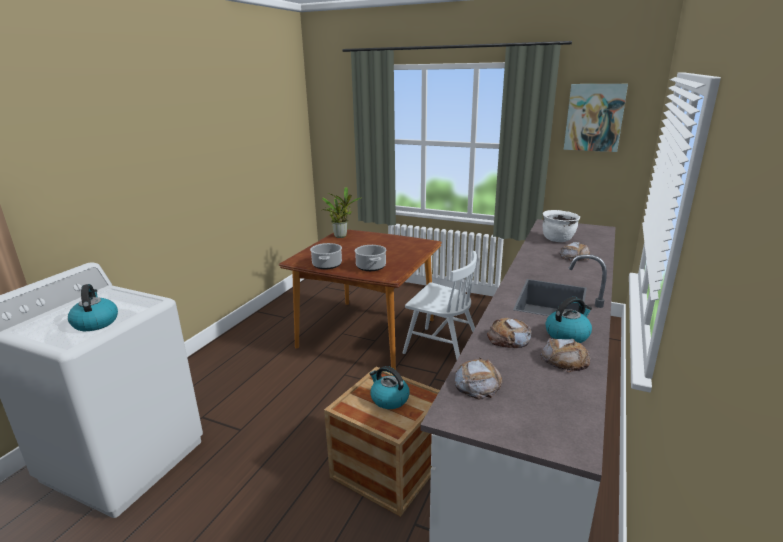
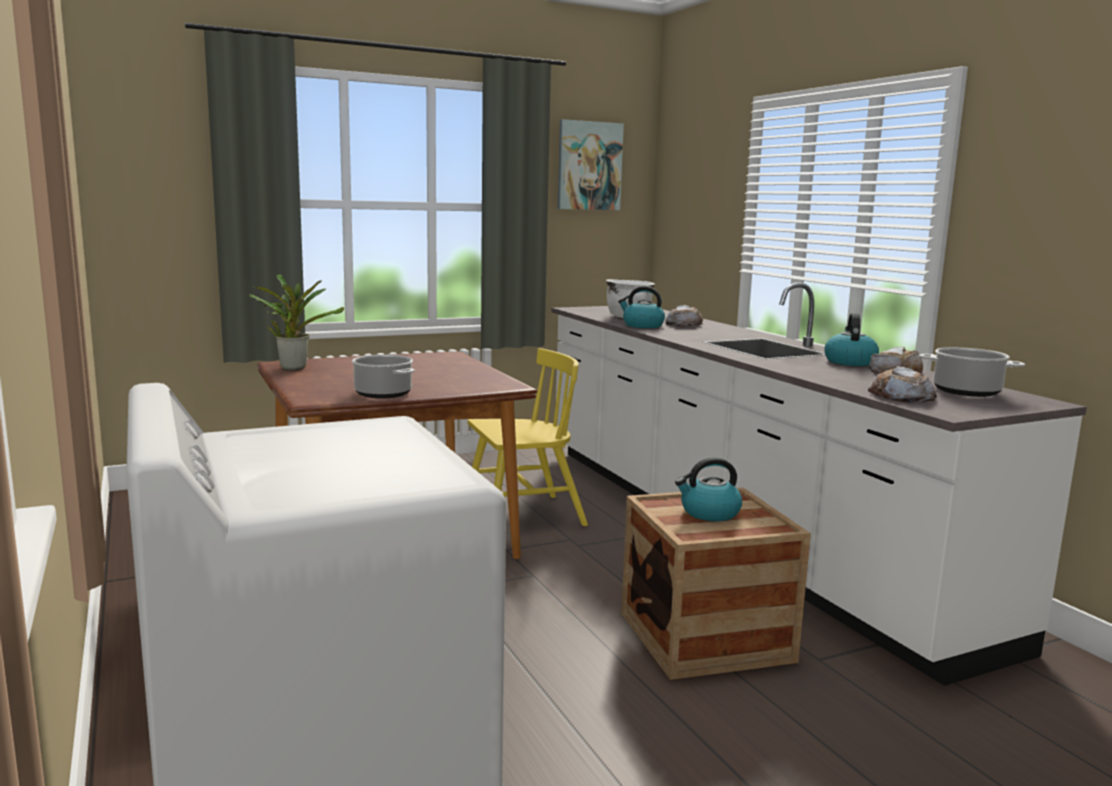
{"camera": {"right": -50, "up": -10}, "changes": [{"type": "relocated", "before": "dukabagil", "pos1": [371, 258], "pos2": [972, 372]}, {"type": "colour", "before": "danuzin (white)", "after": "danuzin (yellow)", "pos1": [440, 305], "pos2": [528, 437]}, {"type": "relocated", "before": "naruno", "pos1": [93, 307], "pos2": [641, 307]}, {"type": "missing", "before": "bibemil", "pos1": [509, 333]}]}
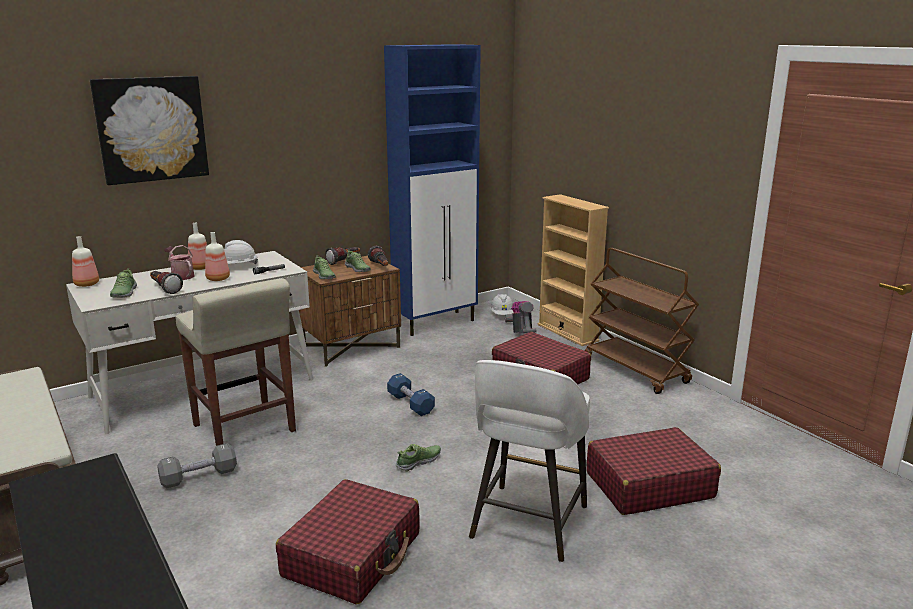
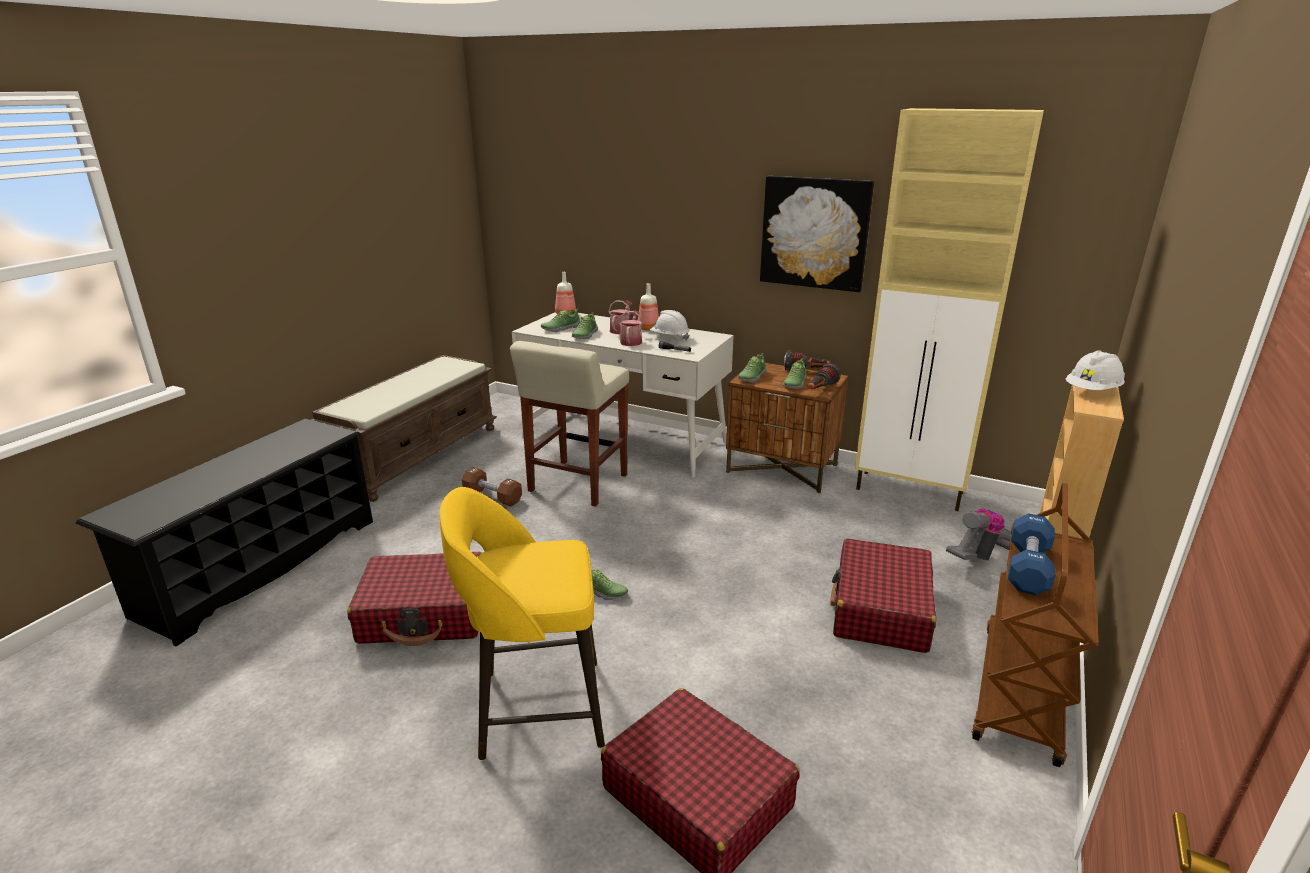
{"camera": {"right": 60, "up": 5}, "changes": [{"type": "colour", "before": "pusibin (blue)", "after": "pusibin (beige)", "pos1": [432, 190], "pos2": [949, 309]}, {"type": "relocated", "before": "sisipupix", "pos1": [149, 130], "pos2": [817, 234]}, {"type": "exchanged", "before": "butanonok", "after": "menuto", "pos1": [217, 256], "pos2": [631, 328]}, {"type": "exchanged", "before": "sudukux", "after": "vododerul", "pos1": [166, 282], "pos2": [585, 326]}, {"type": "relocated", "before": "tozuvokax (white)", "pos1": [502, 304], "pos2": [1095, 370]}, {"type": "colour", "before": "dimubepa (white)", "after": "dimubepa (yellow)", "pos1": [529, 461], "pos2": [522, 623]}, {"type": "relocated", "before": "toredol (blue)", "pos1": [411, 394], "pos2": [1031, 554]}, {"type": "colour", "before": "toredol (grey)", "after": "toredol (brown)", "pos1": [197, 466], "pos2": [492, 486]}]}
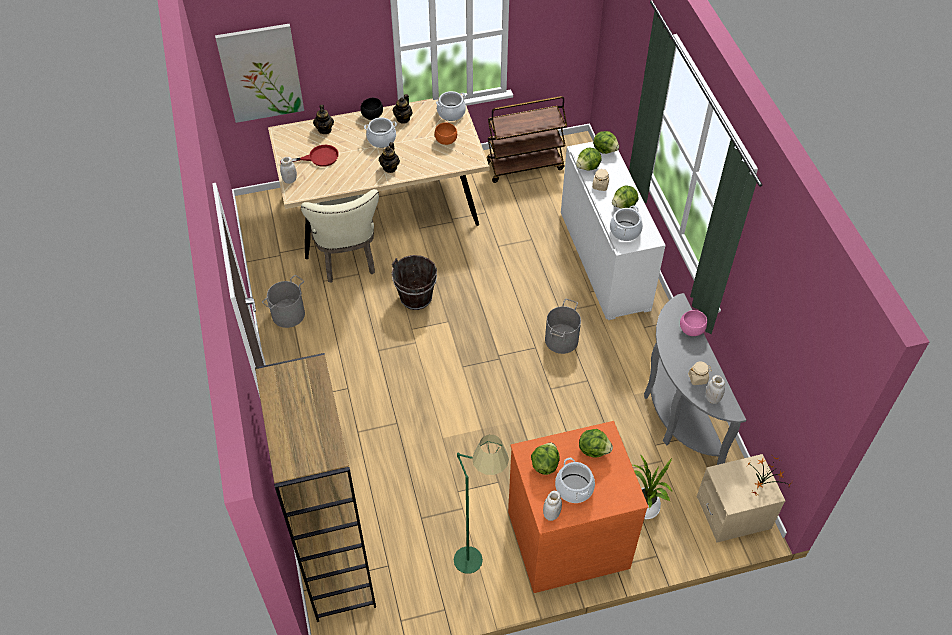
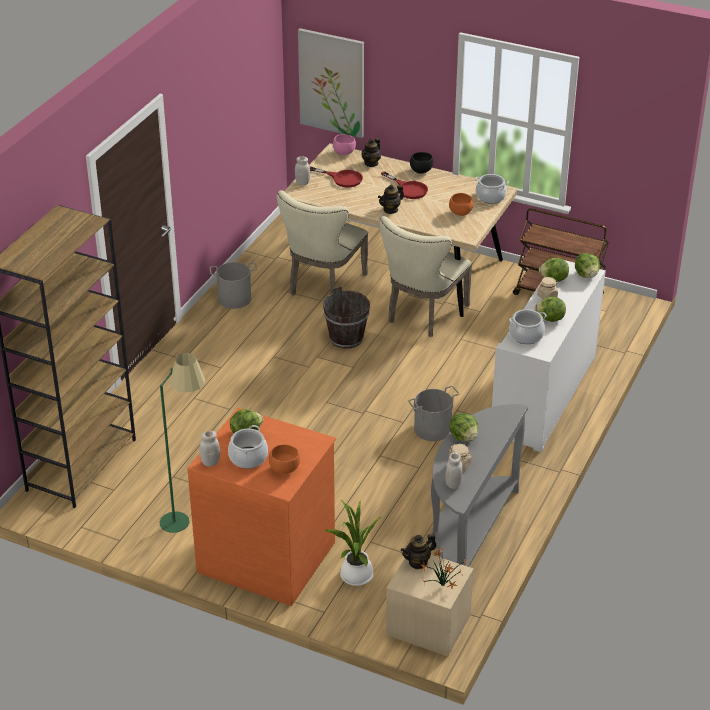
{"camera": {"right": 40, "up": -15}, "changes": [{"type": "relocated", "before": "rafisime", "pos1": [403, 109], "pos2": [419, 551]}, {"type": "exchanged", "before": "dukabagil", "after": "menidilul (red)", "pos1": [380, 132], "pos2": [404, 185]}, {"type": "relocated", "before": "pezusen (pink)", "pos1": [693, 323], "pos2": [344, 144]}, {"type": "relocated", "before": "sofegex", "pos1": [596, 443], "pos2": [463, 427]}, {"type": "appeared", "after": "danuzin (beige)", "pos2": [425, 276]}, {"type": "appeared", "after": "pezusen (orange)", "pos2": [284, 459]}]}
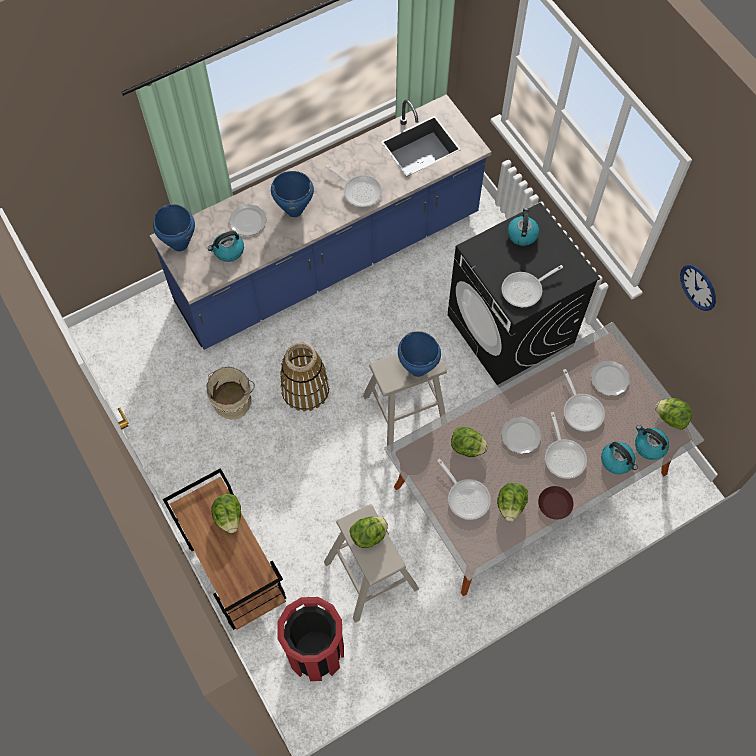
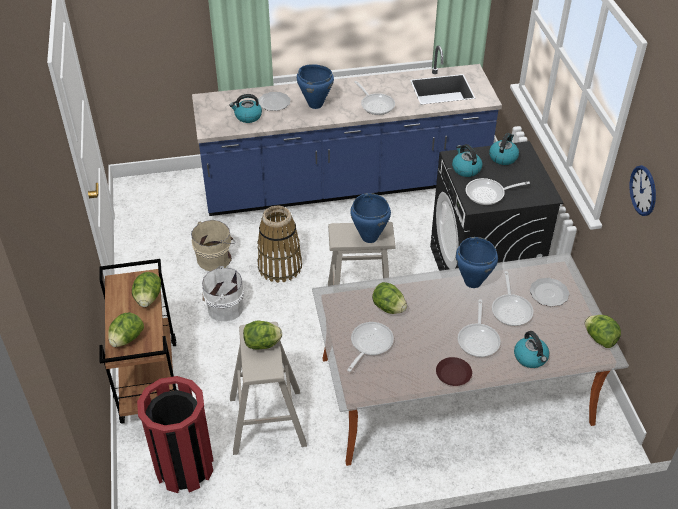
{"camera": {"right": 20, "up": -20}, "changes": [{"type": "relocated", "before": "dukabagil (blue)", "pos1": [174, 227], "pos2": [477, 262]}, {"type": "missing", "before": "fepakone", "pos1": [521, 435]}, {"type": "relocated", "before": "naruno", "pos1": [652, 442], "pos2": [467, 160]}, {"type": "spun", "before": "menidilul", "pos1": [464, 489], "pos2": [370, 347], "turn": -135}, {"type": "relocated", "before": "sofegex", "pos1": [512, 502], "pos2": [126, 329]}, {"type": "appeared", "after": "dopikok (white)", "pos2": [223, 293]}]}
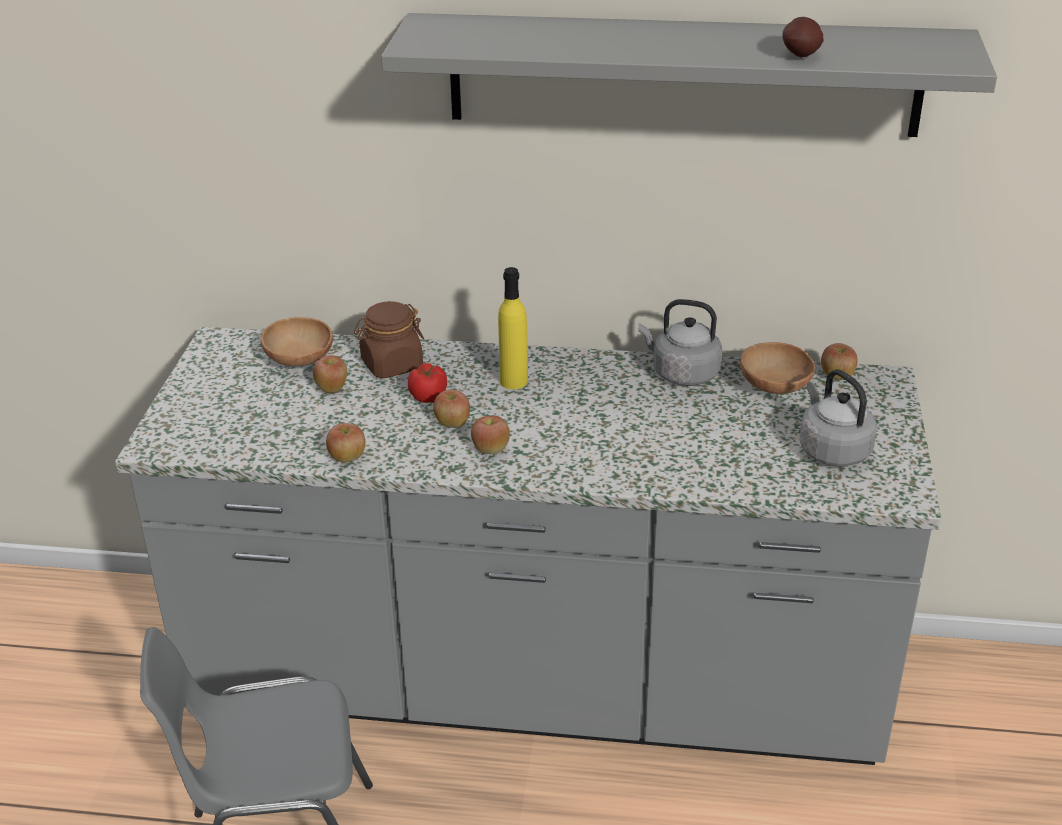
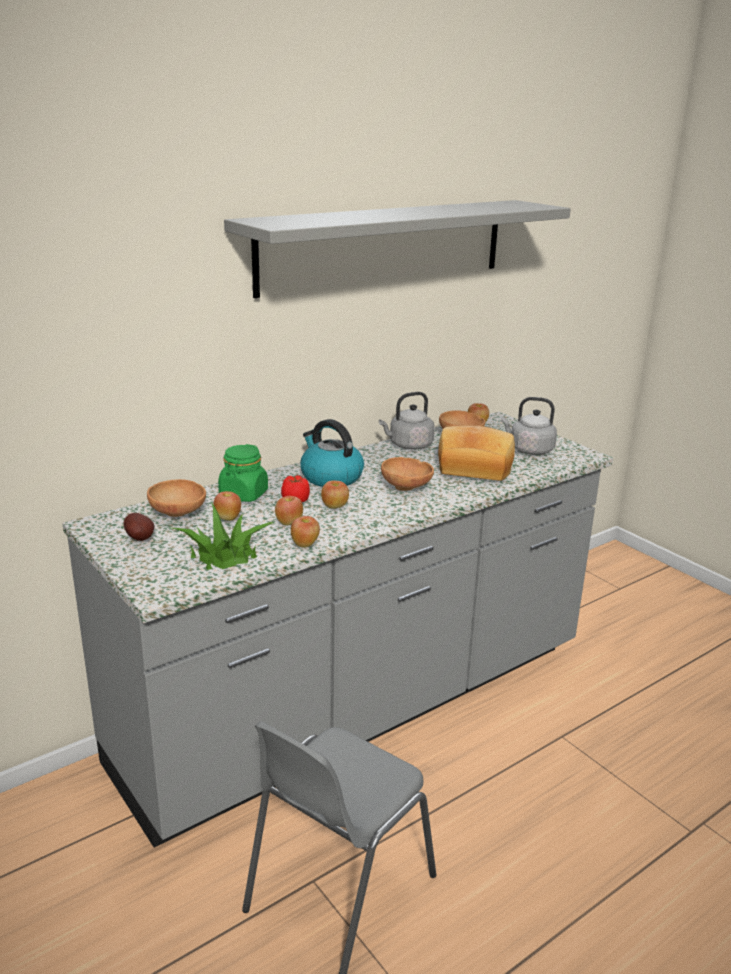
{"camera": {"right": -45, "up": -10}, "changes": [{"type": "relocated", "before": "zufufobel", "pos1": [803, 37], "pos2": [139, 527]}, {"type": "exchanged", "before": "butanonok (yellow)", "after": "naruno", "pos1": [513, 328], "pos2": [332, 453]}, {"type": "colour", "before": "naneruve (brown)", "after": "naneruve (green)", "pos1": [389, 339], "pos2": [243, 473]}, {"type": "relocated", "before": "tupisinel", "pos1": [490, 434], "pos2": [289, 510]}, {"type": "appeared", "after": "bibemil", "pos2": [476, 453]}, {"type": "appeared", "after": "pezusen (brown)", "pos2": [407, 474]}, {"type": "appeared", "after": "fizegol", "pos2": [223, 536]}]}
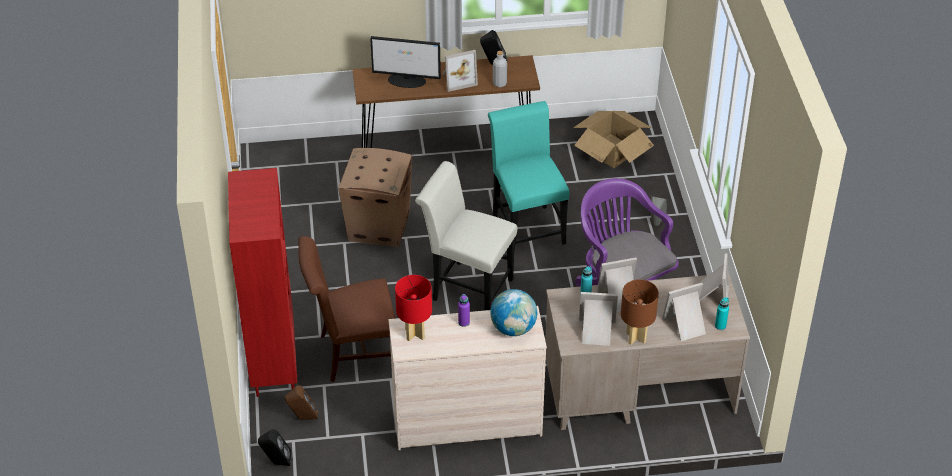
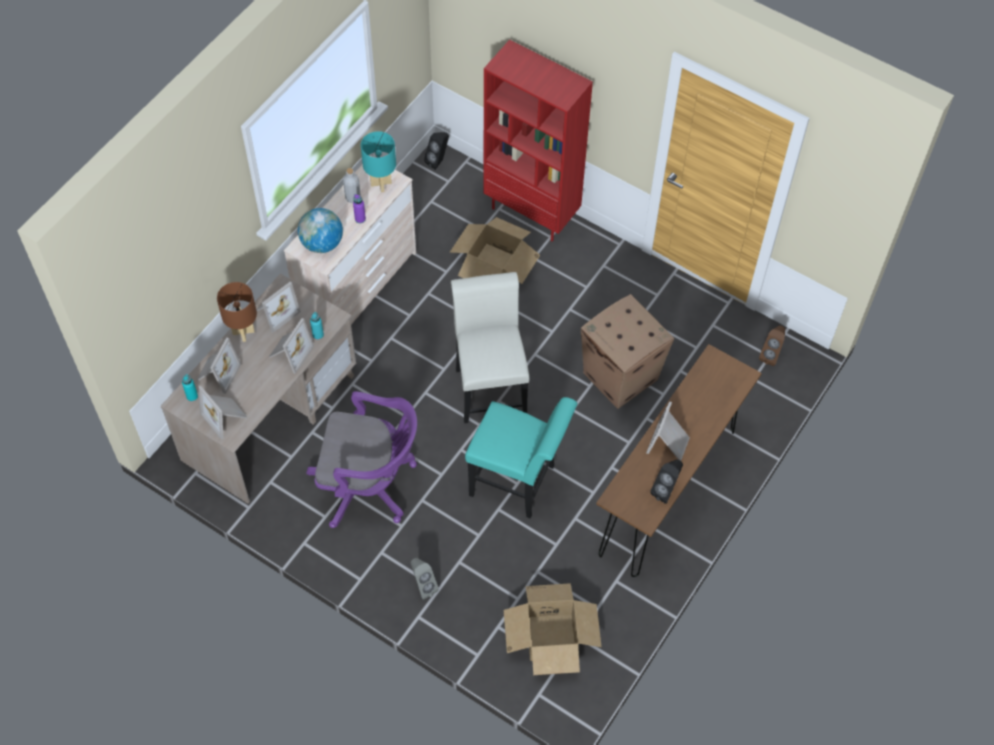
{"camera": {"right": 130, "up": 15}, "changes": [{"type": "missing", "before": "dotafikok", "pos1": [405, 62]}, {"type": "relocated", "before": "butanonok (grey)", "pos1": [500, 69], "pos2": [352, 185]}, {"type": "spun", "before": "danuzin (white)", "pos1": [466, 235], "pos2": [490, 347], "turn": -75}, {"type": "exchanged", "before": "danuzin (brown)", "after": "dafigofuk", "pos1": [347, 309], "pos2": [494, 250]}, {"type": "colour", "before": "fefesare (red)", "after": "fefesare (turquoise)", "pos1": [413, 308], "pos2": [378, 161]}, {"type": "relocated", "before": "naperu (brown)", "pos1": [301, 402], "pos2": [772, 346]}]}
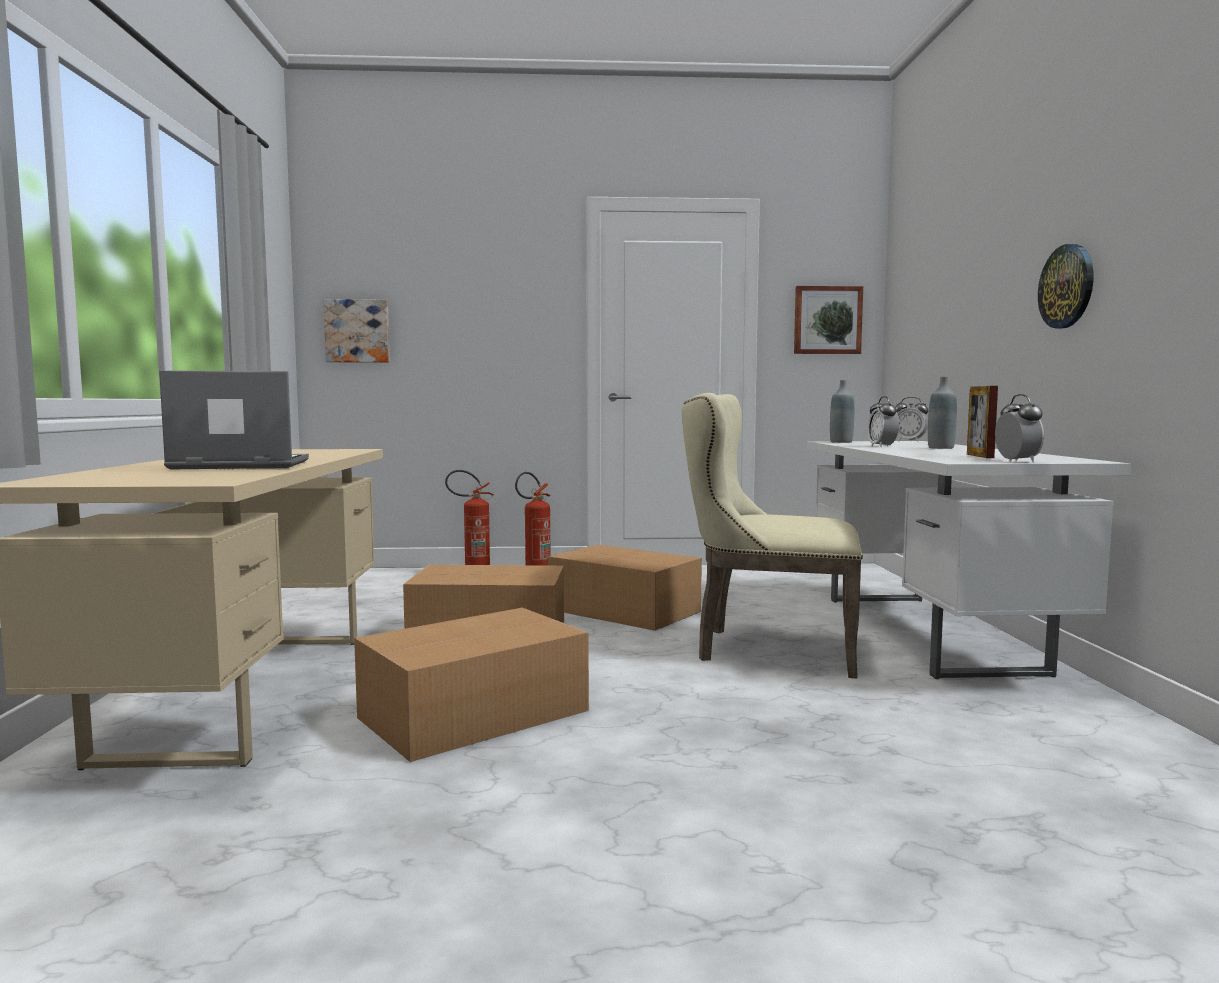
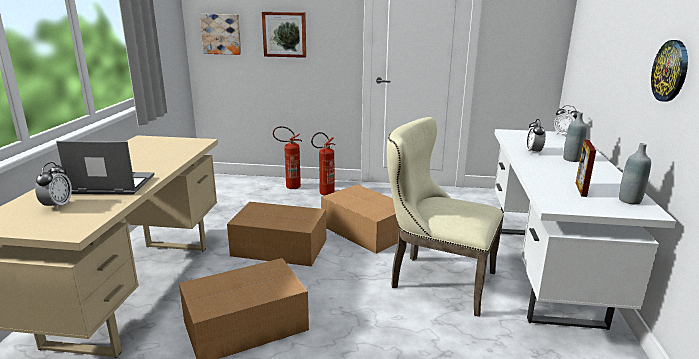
{"camera": {"right": 10, "up": 15}, "changes": [{"type": "relocated", "before": "sisipupix", "pos1": [828, 320], "pos2": [284, 35]}, {"type": "relocated", "before": "butanonok (grey)", "pos1": [842, 411], "pos2": [635, 174]}, {"type": "relocated", "before": "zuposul", "pos1": [1019, 428], "pos2": [53, 186]}]}
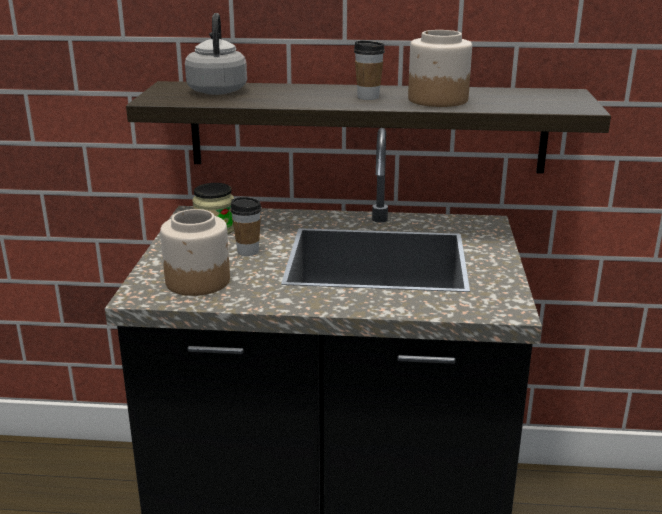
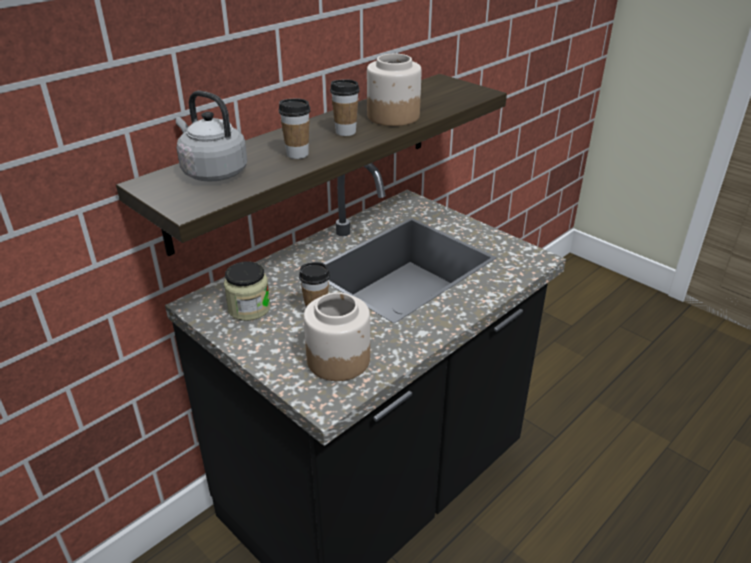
{"camera": {"right": -50, "up": 10}, "changes": [{"type": "appeared", "after": "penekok", "pos2": [294, 128]}]}
